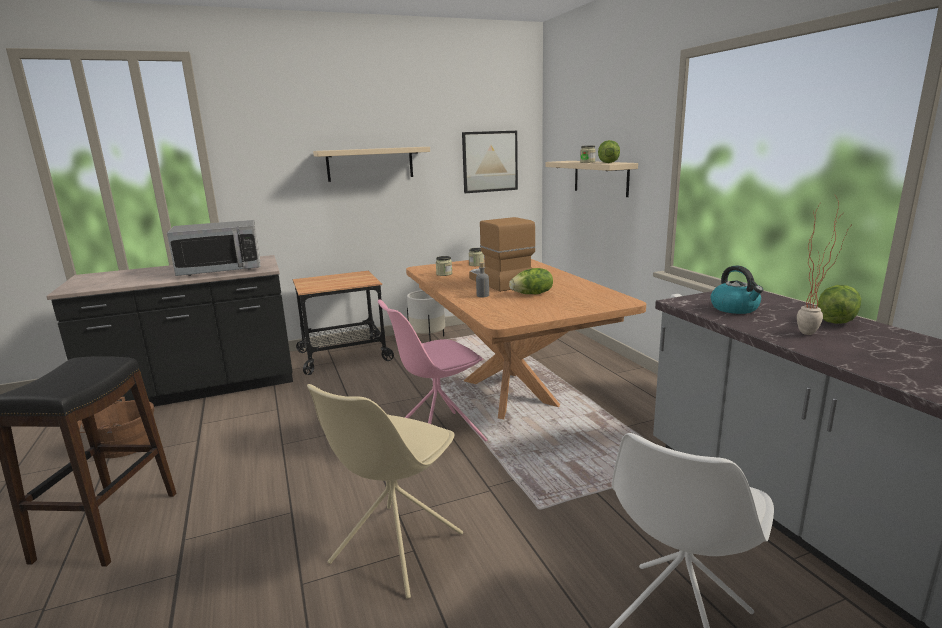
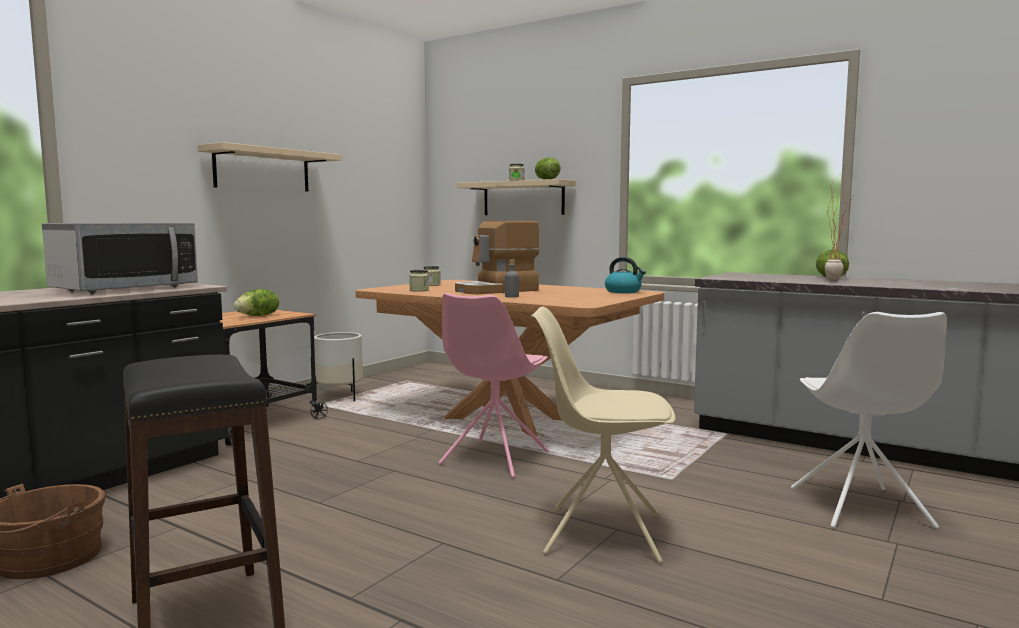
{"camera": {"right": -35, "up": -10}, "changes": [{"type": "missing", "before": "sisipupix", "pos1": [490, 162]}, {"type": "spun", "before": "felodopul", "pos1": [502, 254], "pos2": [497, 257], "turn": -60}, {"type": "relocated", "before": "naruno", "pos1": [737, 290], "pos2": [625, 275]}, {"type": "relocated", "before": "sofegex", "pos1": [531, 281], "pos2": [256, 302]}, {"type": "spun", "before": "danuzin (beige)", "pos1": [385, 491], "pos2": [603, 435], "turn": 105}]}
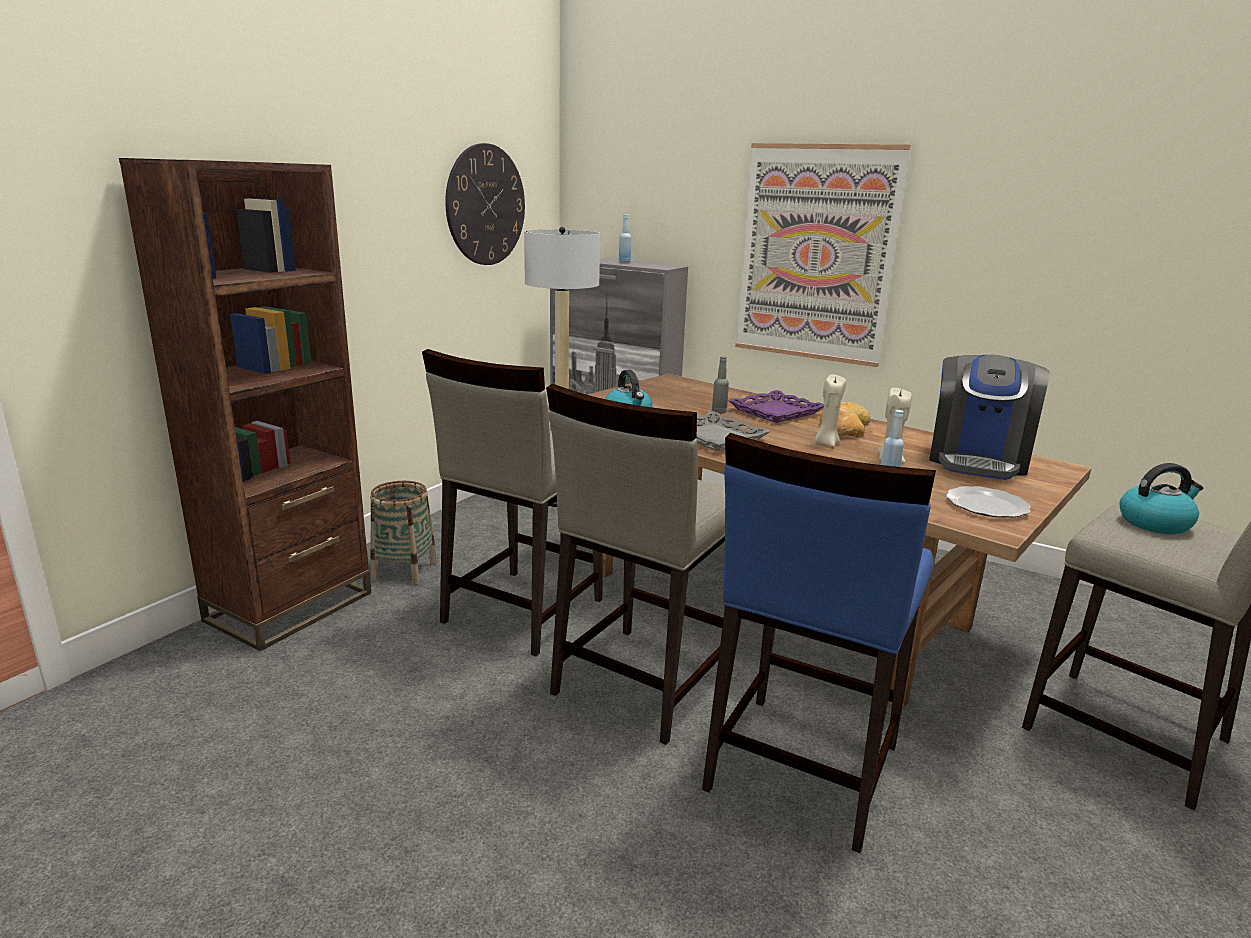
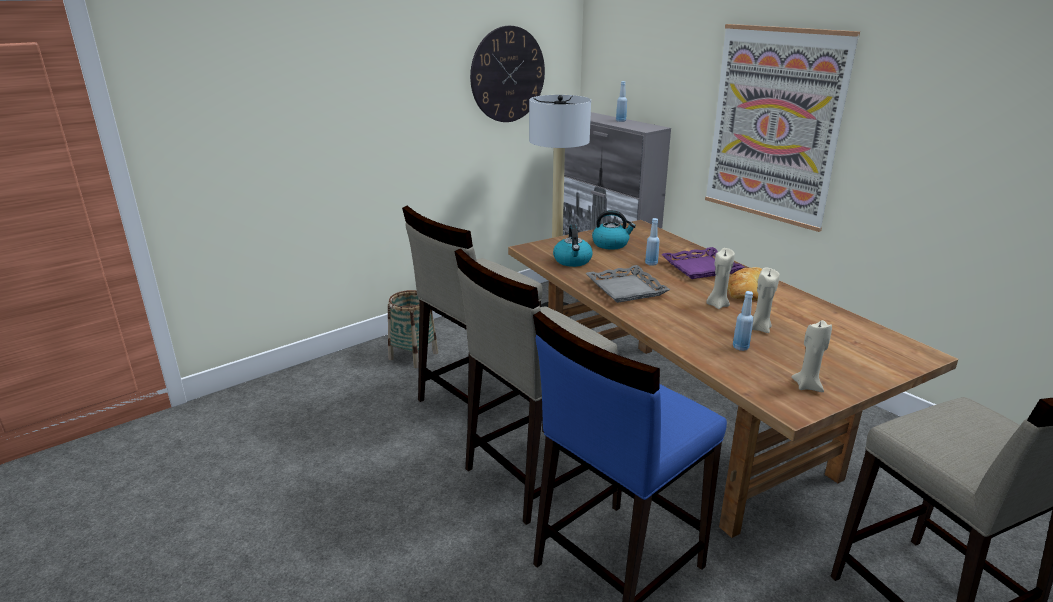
{"camera": {"right": 20, "up": 5}, "changes": [{"type": "missing", "before": "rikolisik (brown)", "pos1": [245, 404]}, {"type": "missing", "before": "felodopul", "pos1": [989, 417]}, {"type": "colour", "before": "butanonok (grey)", "after": "butanonok (blue)", "pos1": [720, 385], "pos2": [652, 242]}, {"type": "relocated", "before": "naruno", "pos1": [1161, 498], "pos2": [614, 230]}, {"type": "exchanged", "before": "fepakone", "after": "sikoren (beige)", "pos1": [988, 502], "pos2": [811, 356]}]}
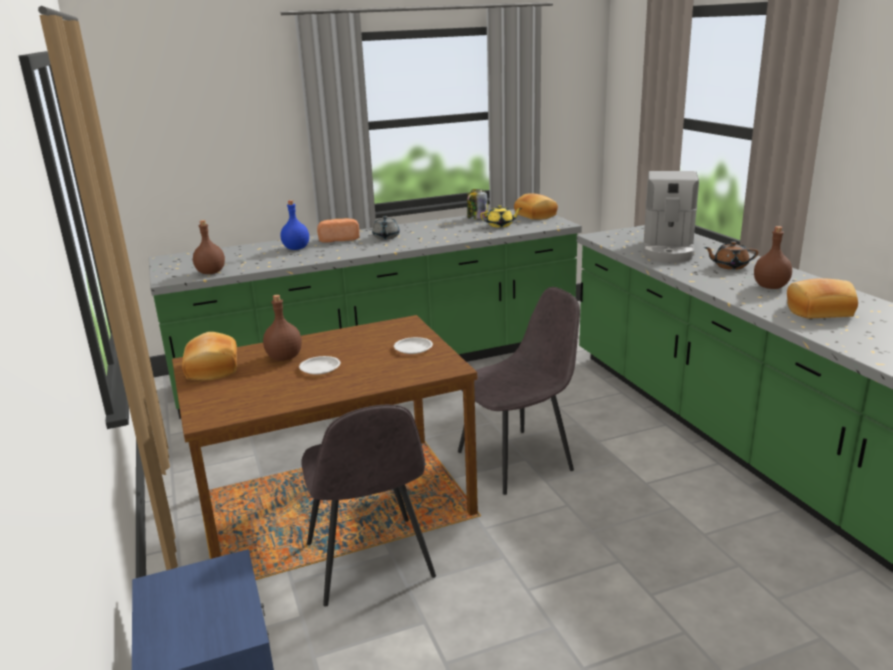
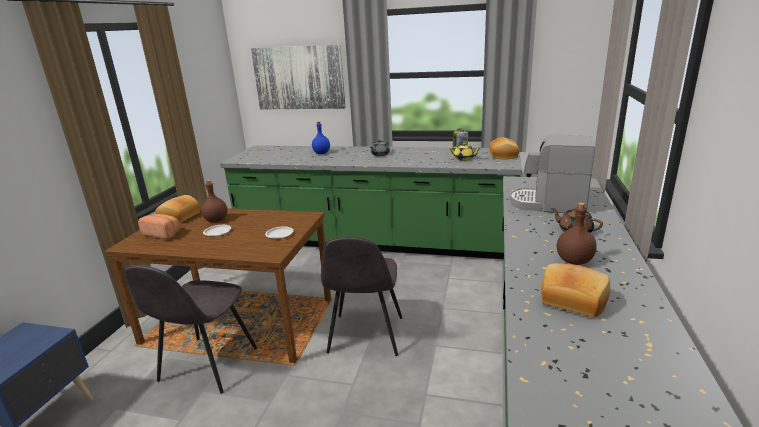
{"camera": {"right": 35, "up": 0}, "changes": [{"type": "spun", "before": "felodopul", "pos1": [671, 217], "pos2": [552, 174], "turn": 60}, {"type": "relocated", "before": "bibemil", "pos1": [338, 230], "pos2": [159, 226]}, {"type": "missing", "before": "butanonok (brown)", "pos1": [209, 247]}, {"type": "spun", "before": "danuzin (grey)", "pos1": [519, 391], "pos2": [361, 296], "turn": 90}, {"type": "appeared", "after": "sisipupix", "pos2": [298, 77]}]}
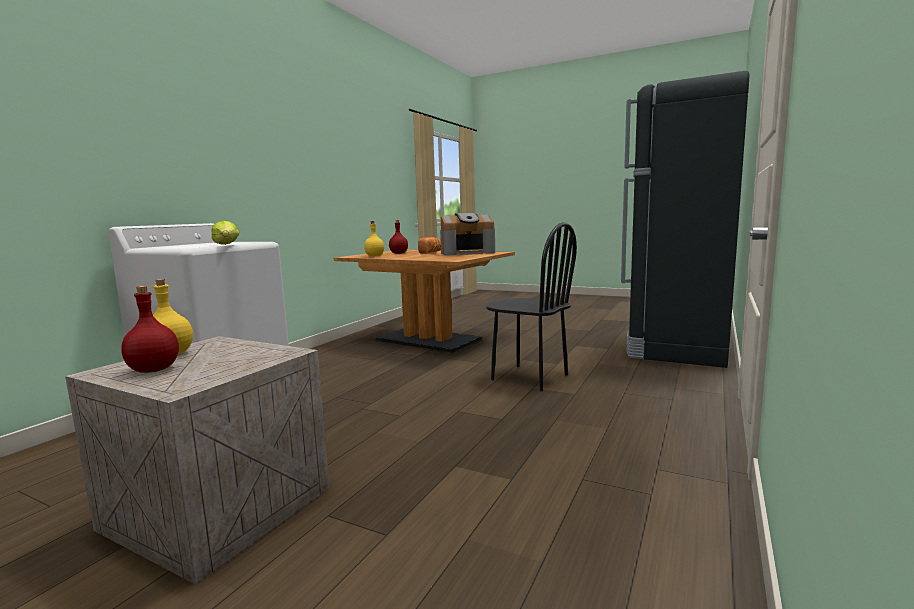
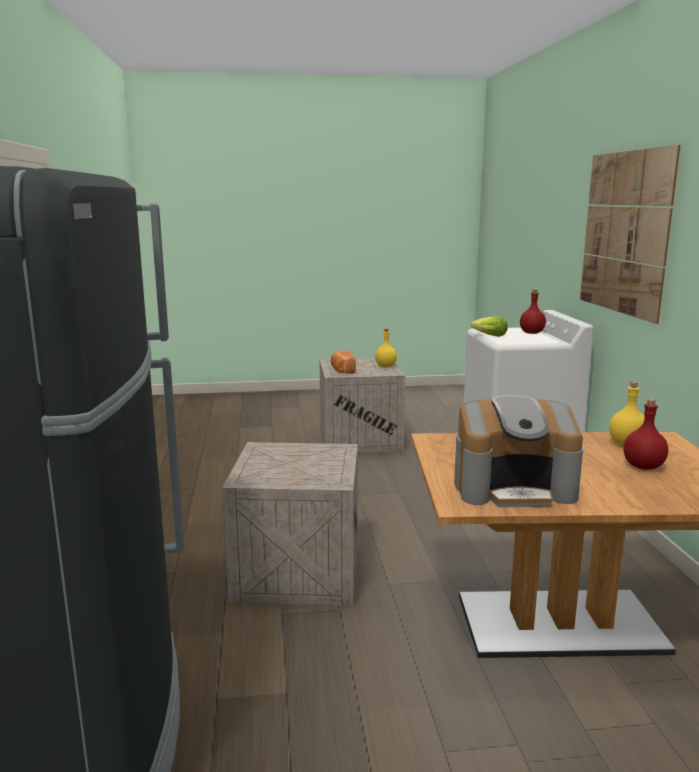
{"camera": {"right": 145, "up": 5}, "changes": [{"type": "spun", "before": "felodopul", "pos1": [467, 234], "pos2": [518, 451], "turn": -135}, {"type": "exchanged", "before": "danuzin (black)", "after": "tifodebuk", "pos1": [531, 306], "pos2": [290, 524]}, {"type": "relocated", "before": "bibemil", "pos1": [429, 245], "pos2": [343, 362]}, {"type": "relocated", "before": "butanonok (red)", "pos1": [150, 329], "pos2": [533, 311]}, {"type": "appeared", "after": "sisipupix", "pos2": [630, 234]}]}
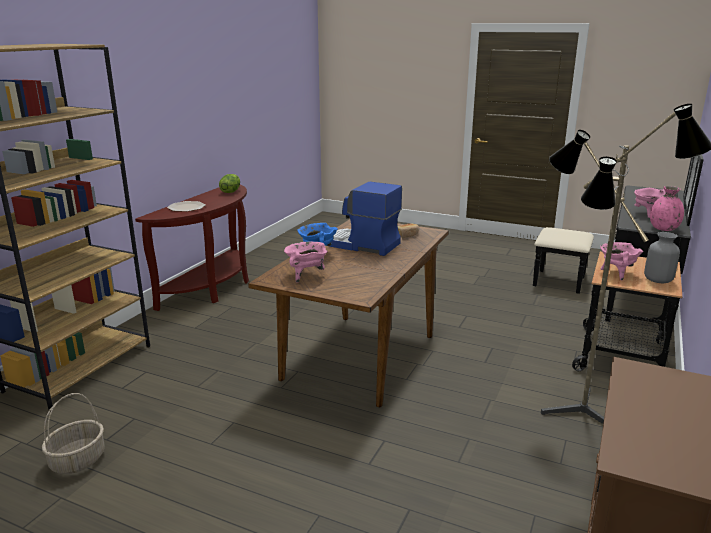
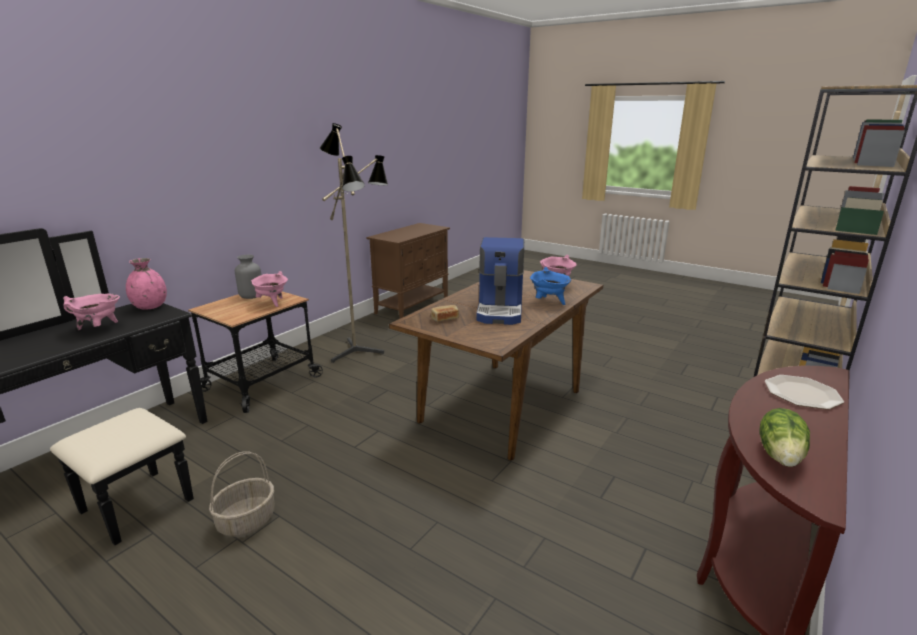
{"camera": {"right": -170, "up": 0}, "changes": [{"type": "spun", "before": "felodopul", "pos1": [365, 219], "pos2": [500, 281], "turn": 60}, {"type": "relocated", "before": "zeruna", "pos1": [73, 433], "pos2": [242, 494]}]}
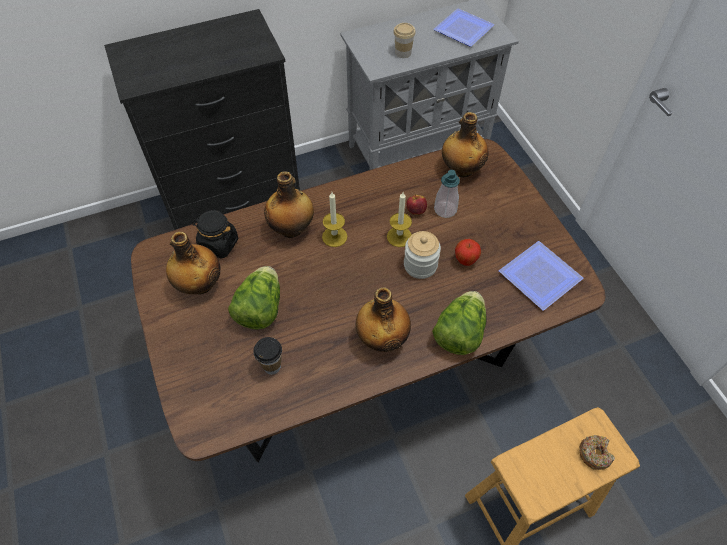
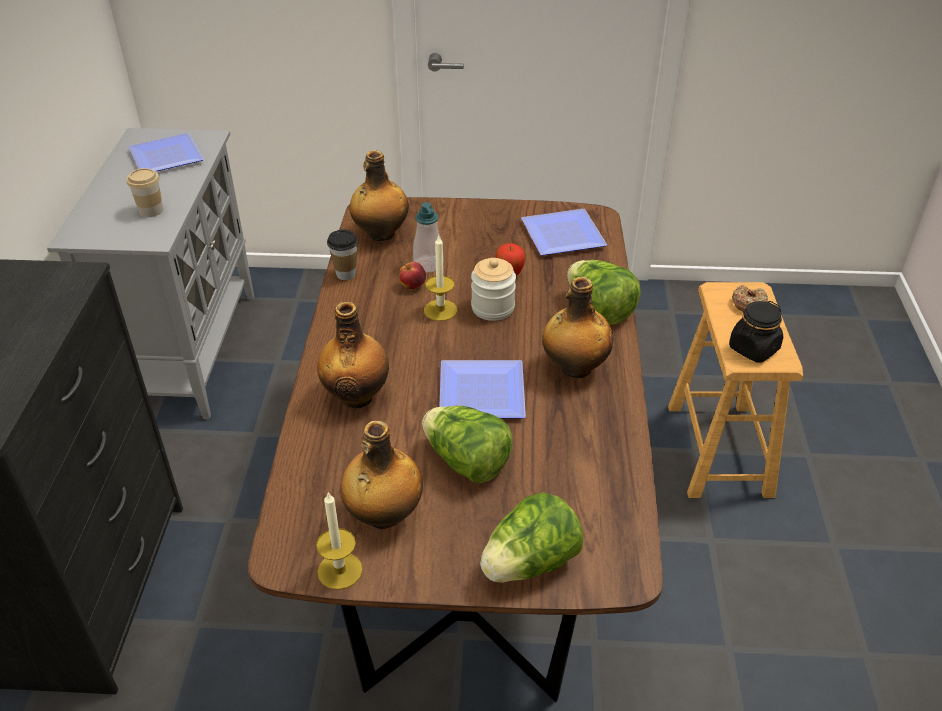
{"camera": {"right": -65, "up": -15}, "changes": [{"type": "relocated", "before": "sikoren", "pos1": [334, 219], "pos2": [339, 540]}, {"type": "relocated", "before": "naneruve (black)", "pos1": [215, 234], "pos2": [756, 331]}, {"type": "relocated", "before": "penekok", "pos1": [267, 356], "pos2": [342, 255]}, {"type": "appeared", "after": "fepakone", "pos2": [482, 389]}, {"type": "appeared", "after": "sofegex", "pos2": [531, 537]}]}
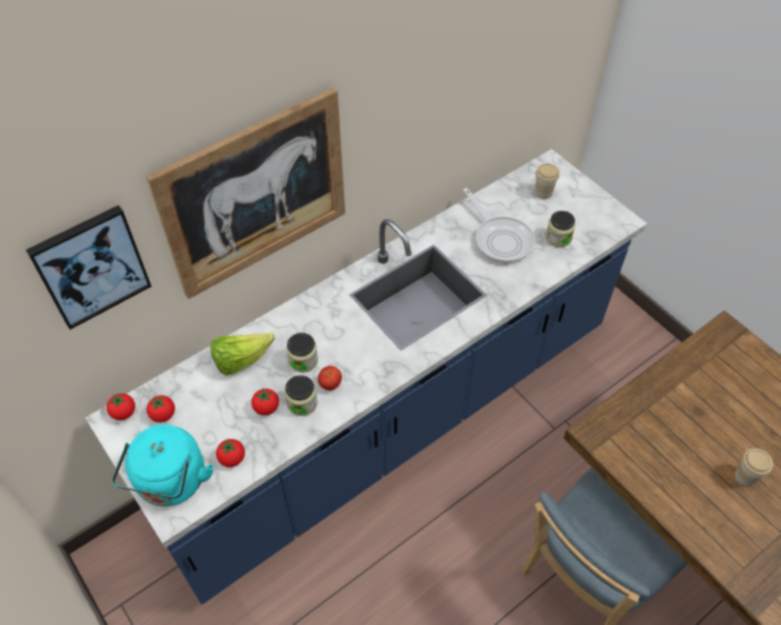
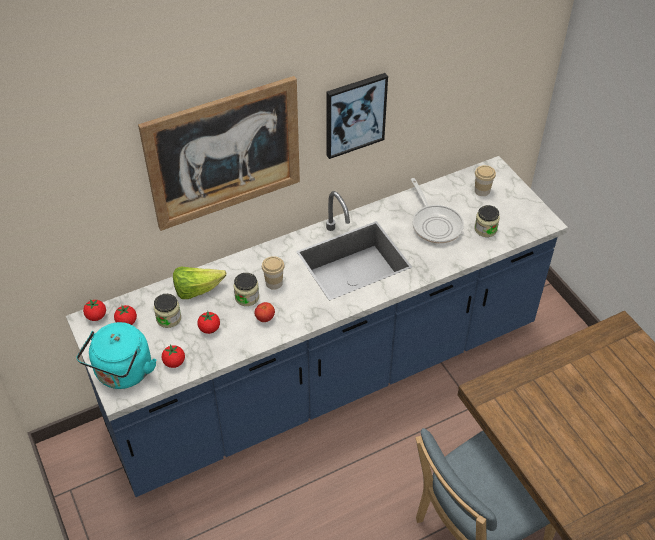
{"camera": {"right": 10, "up": -5}, "changes": [{"type": "relocated", "before": "sisipupix", "pos1": [89, 267], "pos2": [357, 116]}, {"type": "relocated", "before": "naneruve", "pos1": [301, 395], "pos2": [167, 311]}, {"type": "relocated", "before": "penekok", "pos1": [754, 467], "pos2": [273, 273]}]}
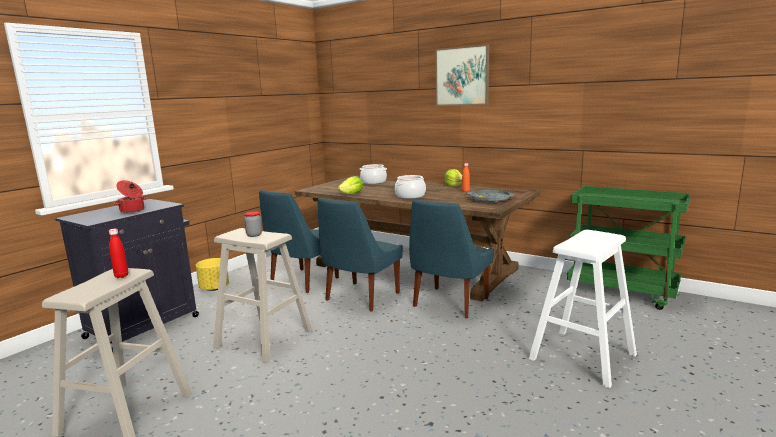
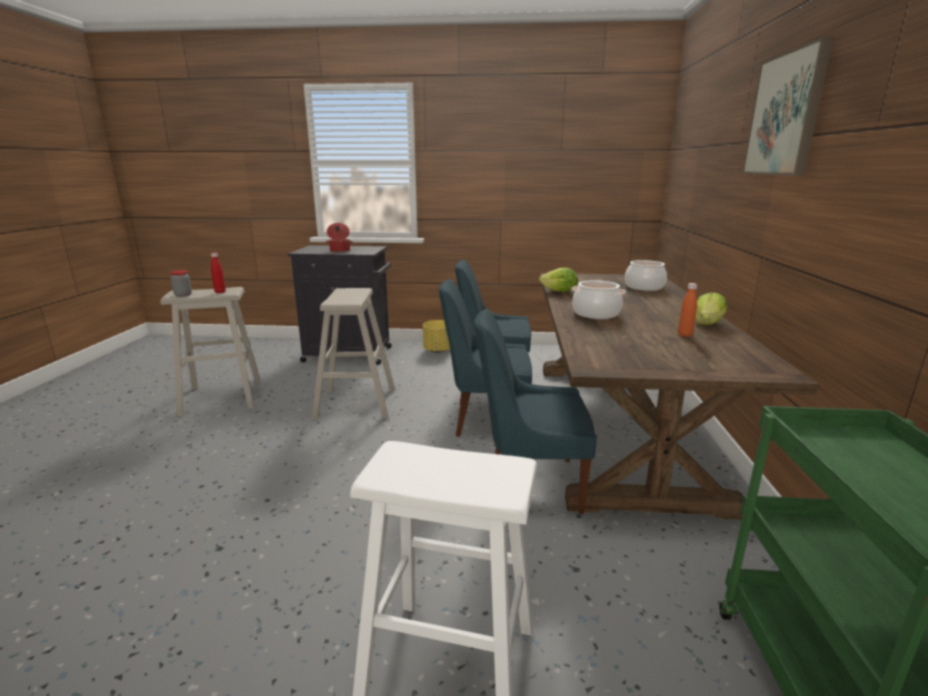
{"camera": {"right": 60, "up": 5}, "changes": [{"type": "missing", "before": "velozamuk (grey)", "pos1": [490, 196]}, {"type": "relocated", "before": "naneruve", "pos1": [253, 224], "pos2": [181, 283]}]}
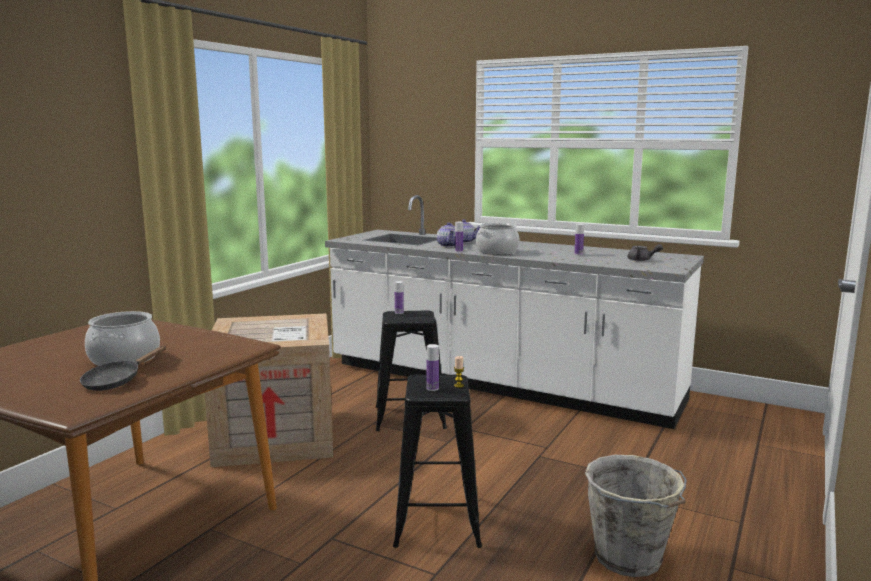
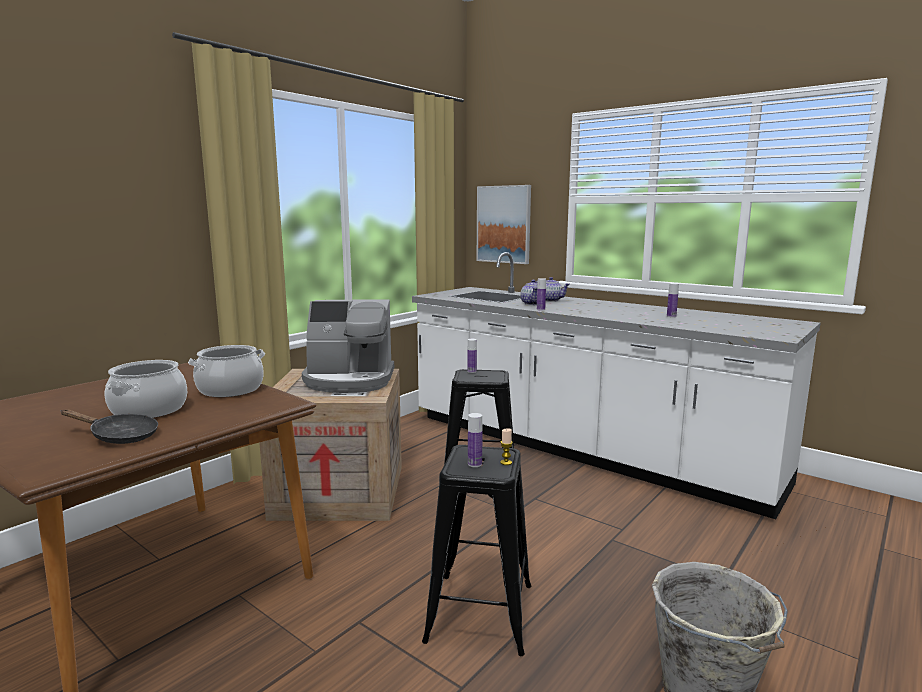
{"camera": {"right": 10, "up": 0}, "changes": [{"type": "relocated", "before": "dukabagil", "pos1": [498, 239], "pos2": [226, 371]}, {"type": "missing", "before": "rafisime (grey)", "pos1": [645, 252]}, {"type": "spun", "before": "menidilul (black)", "pos1": [123, 368], "pos2": [109, 426], "turn": -120}, {"type": "appeared", "after": "sisipupix", "pos2": [504, 224]}, {"type": "appeared", "after": "felodopul", "pos2": [348, 346]}]}
